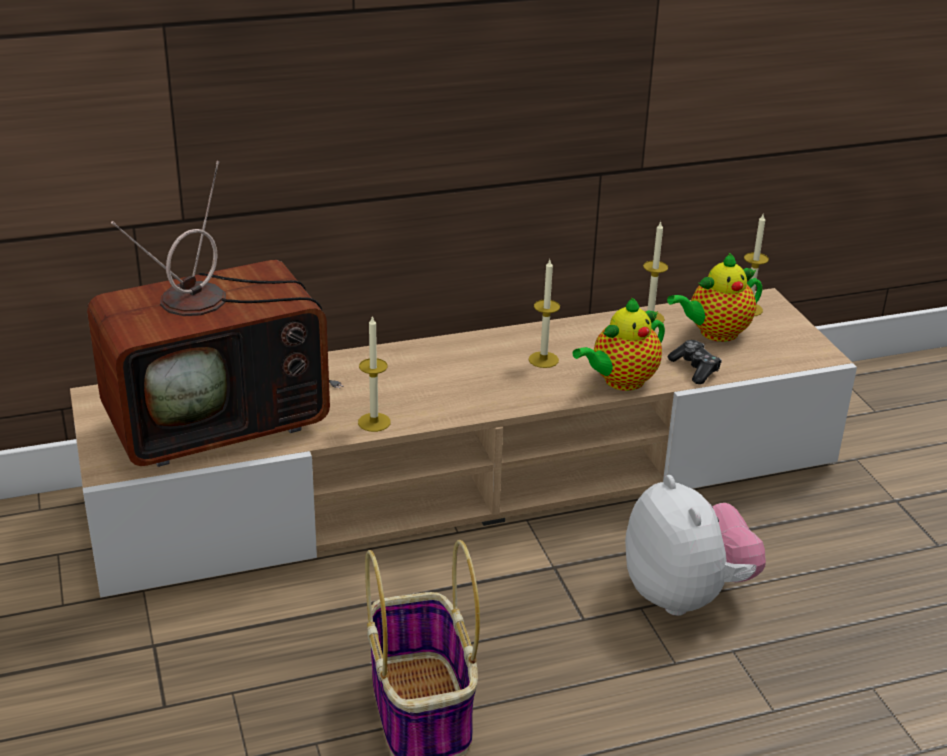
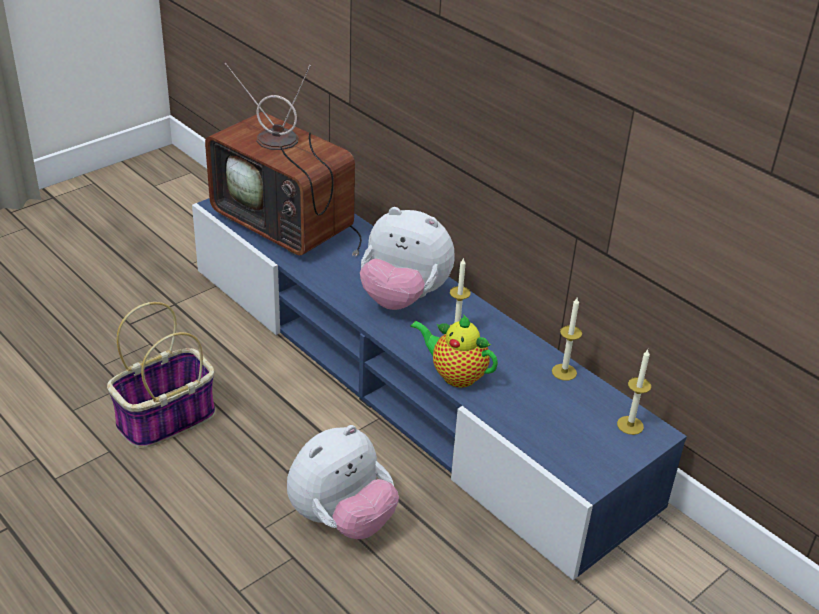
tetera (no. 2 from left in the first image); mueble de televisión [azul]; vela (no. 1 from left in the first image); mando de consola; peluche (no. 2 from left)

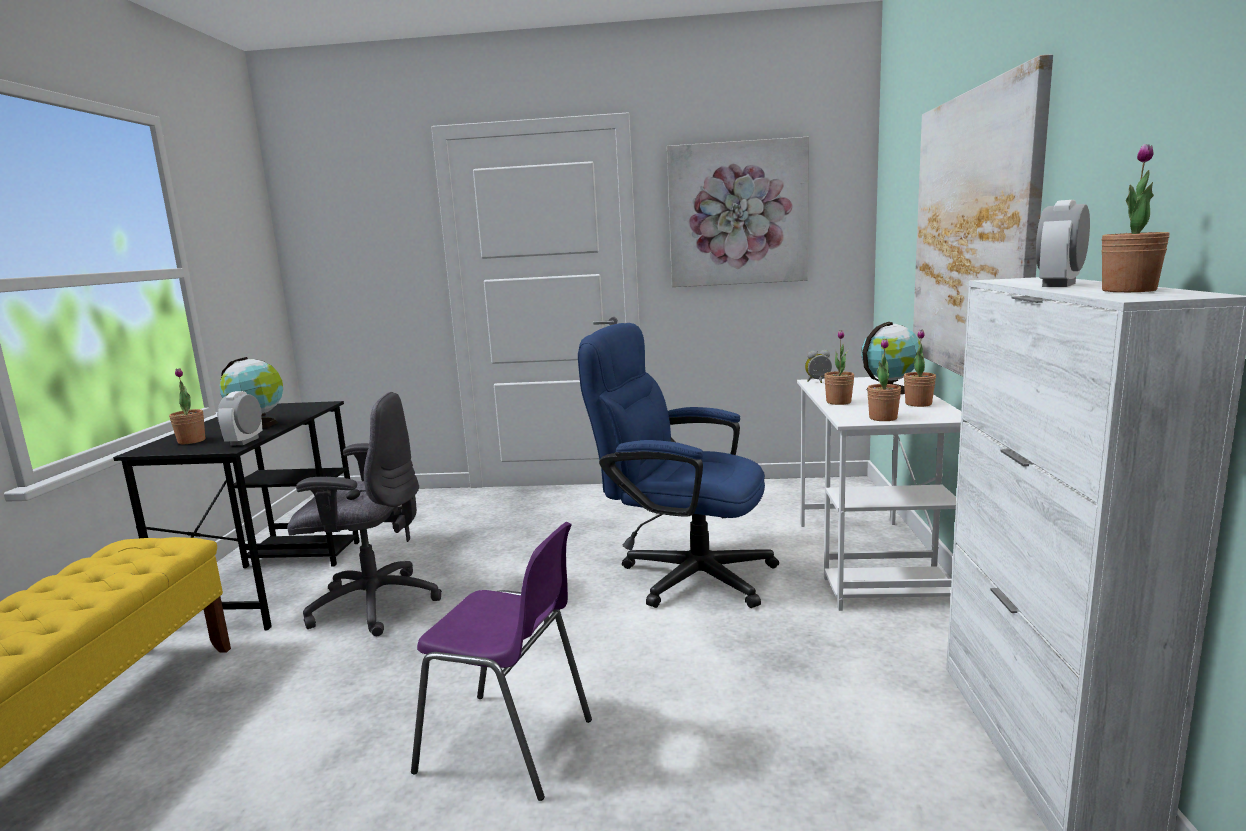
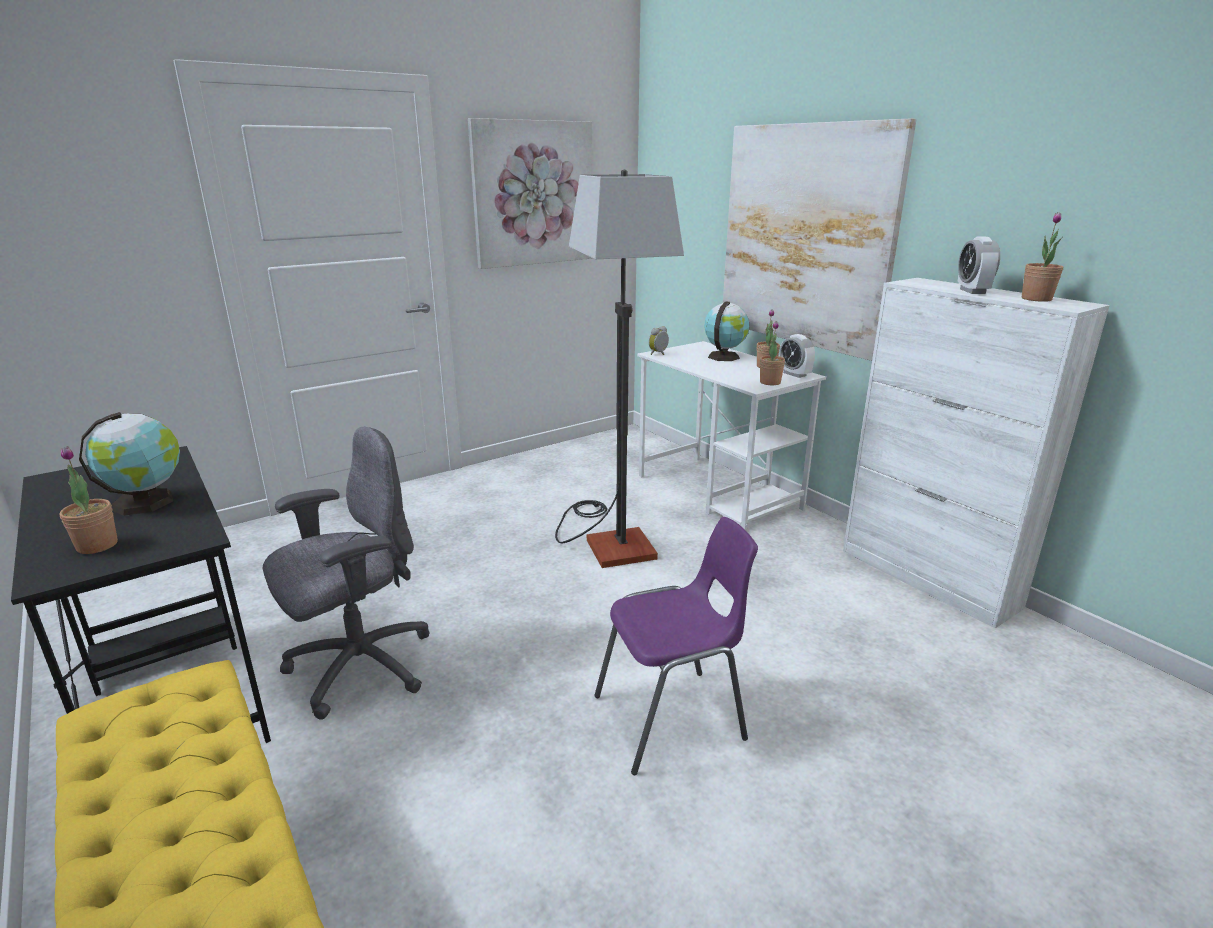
lámpara de pie; planta en maceta (no. 2 from left in the first image); despertador (no. 2 from left)

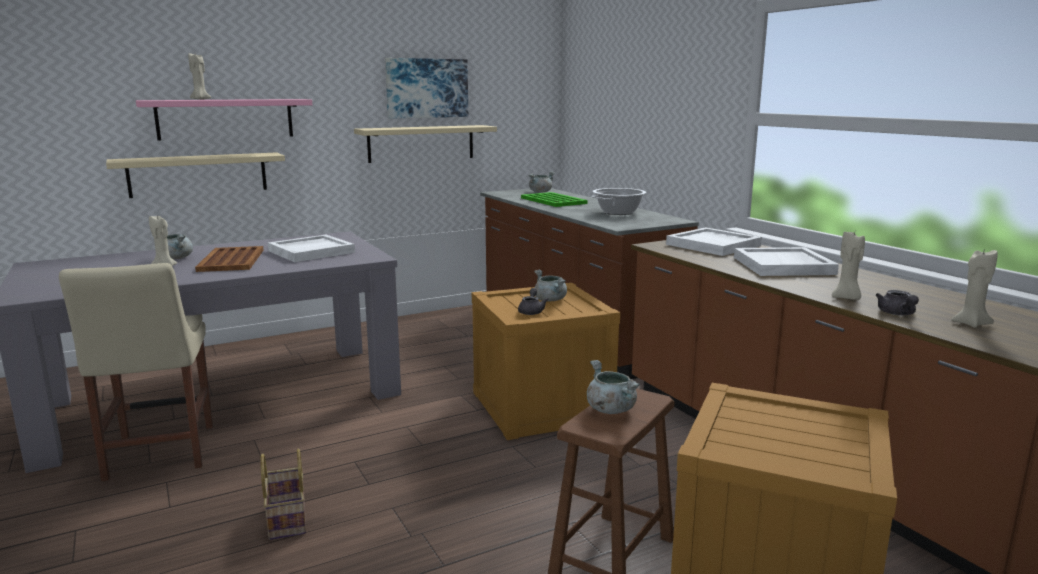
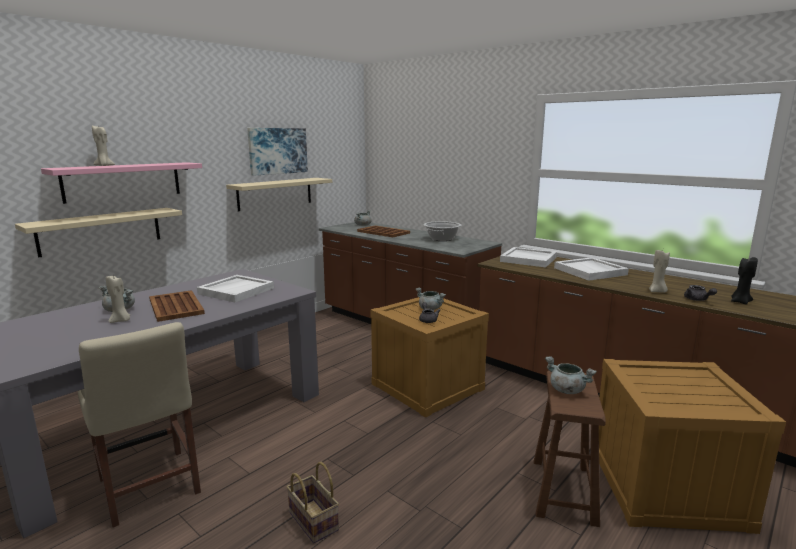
bandeja [marrón] (no. 2 from left); vela [negro]

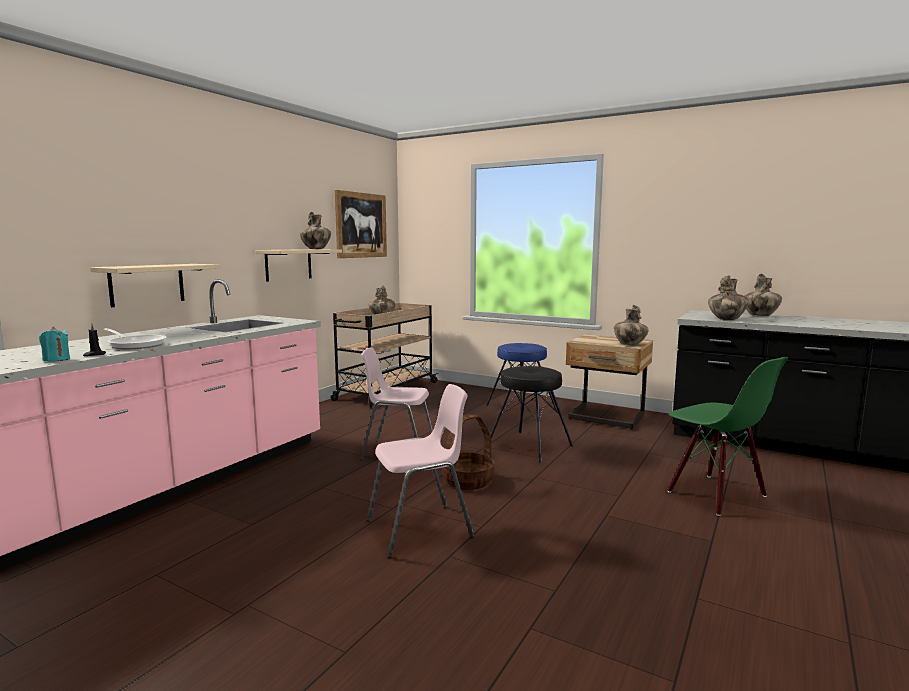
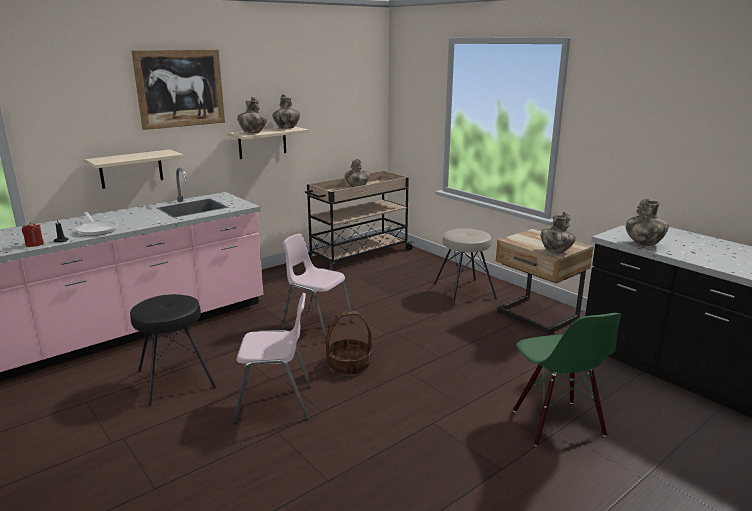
cuadro; florero (no. 1 from left); vela [rojo]; taburete [beis]; taburete [negro]

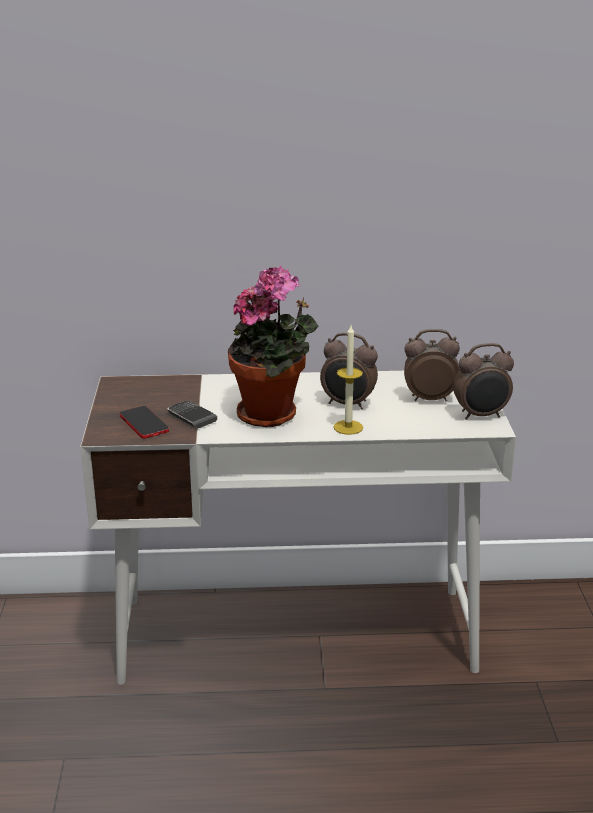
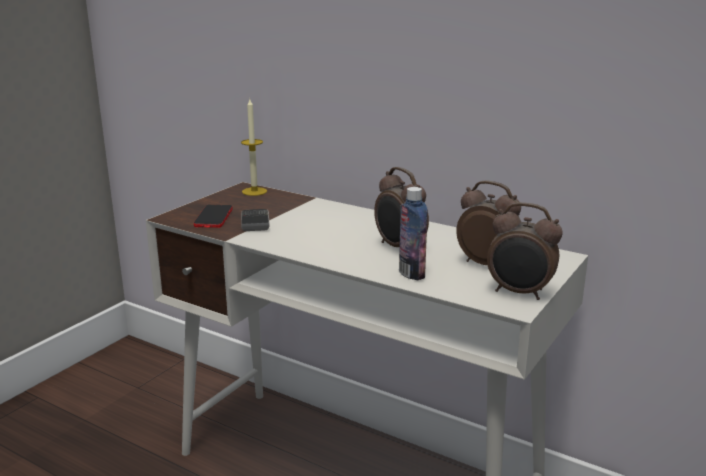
planta en maceta; vela; botella

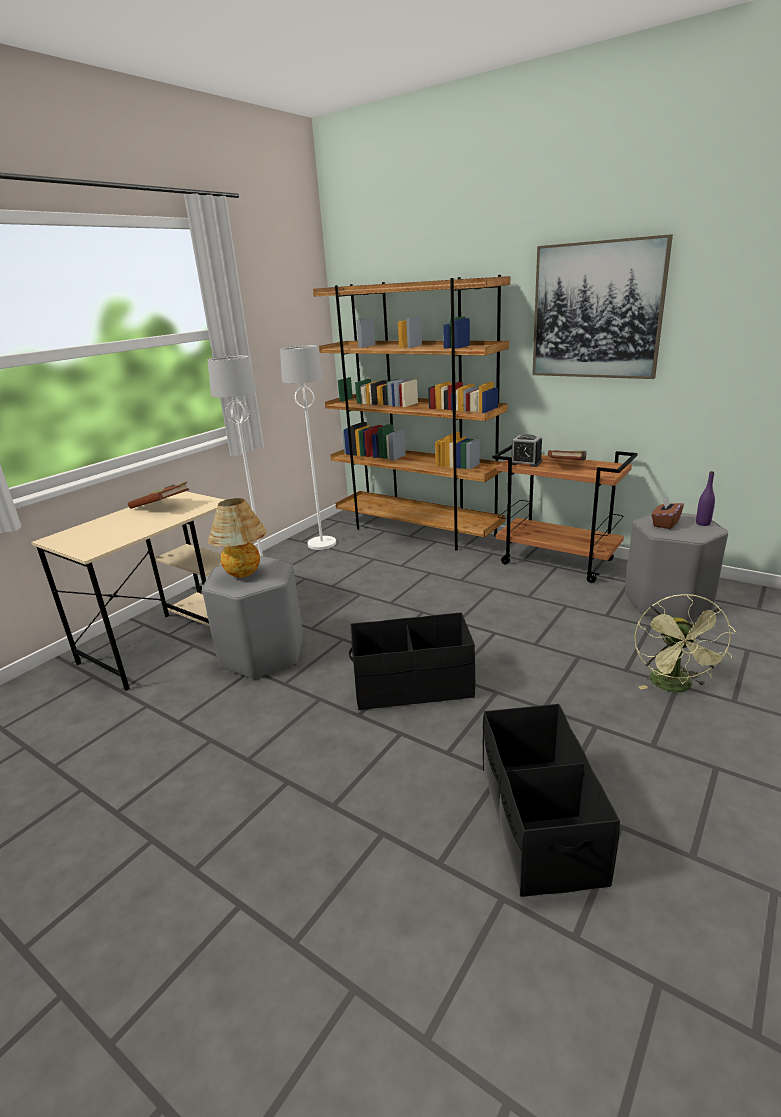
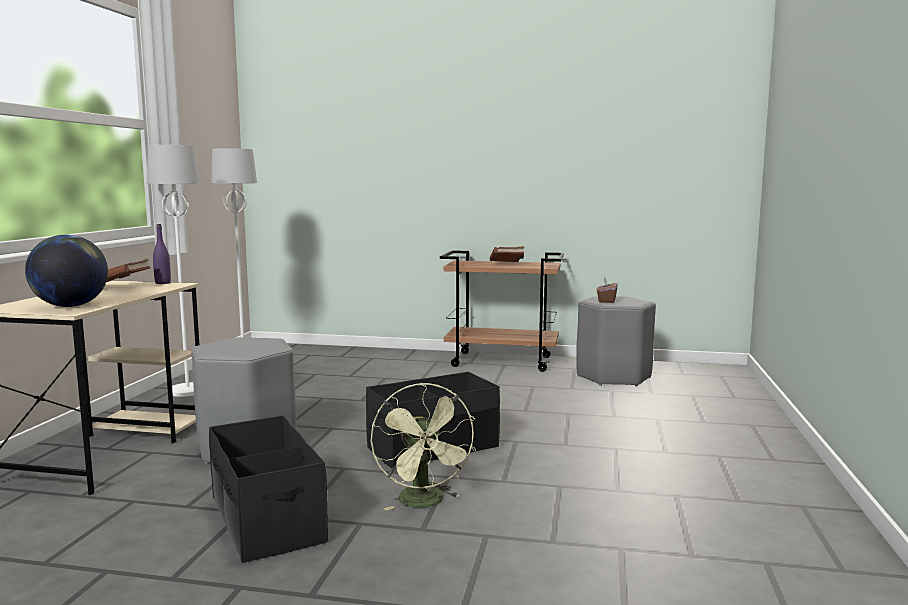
cuadro; estantería [marrón]; despertador; botella [morado]; lámpara de mesa; ventilador [verde]; caja de almacenaje [negro] (no. 1 from left); globo terráqueo

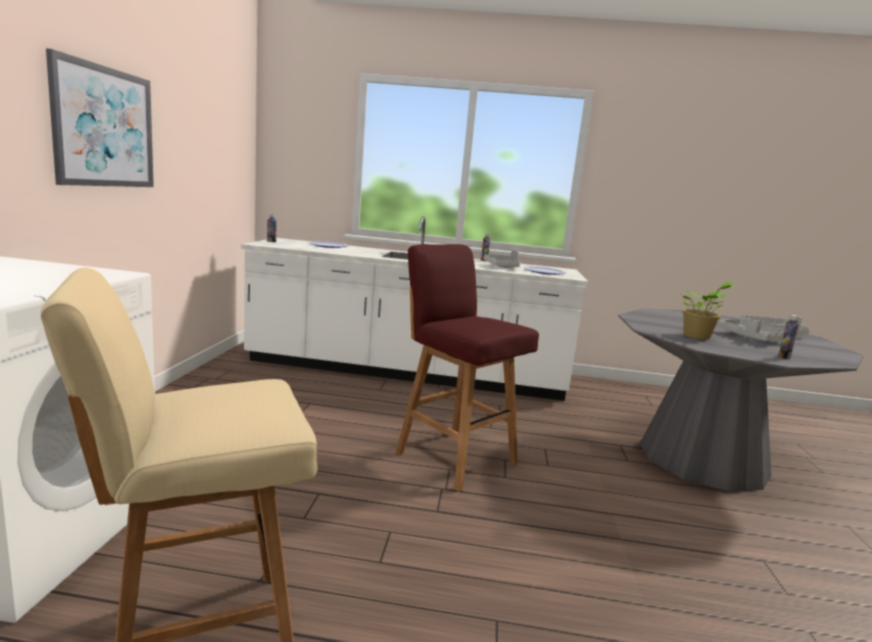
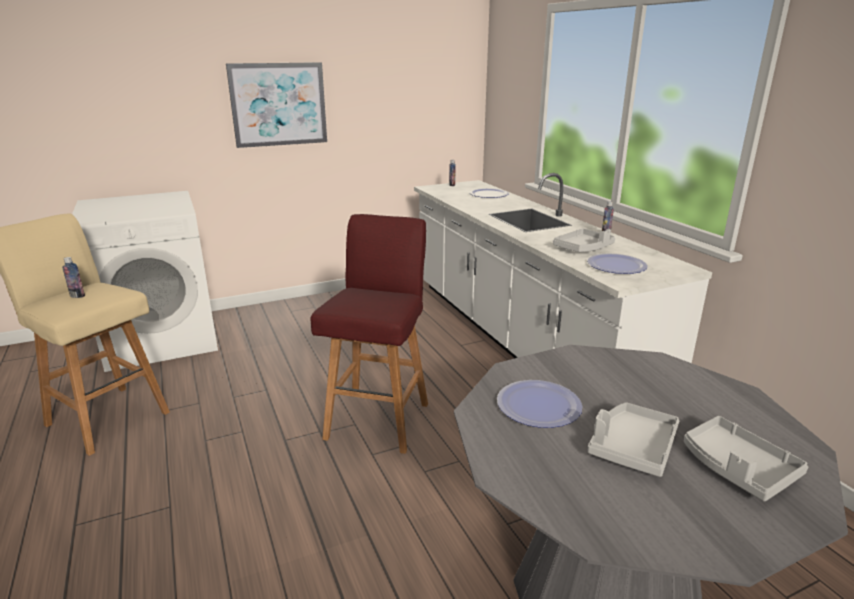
plato (no. 2 from left); botella (no. 1 from left)

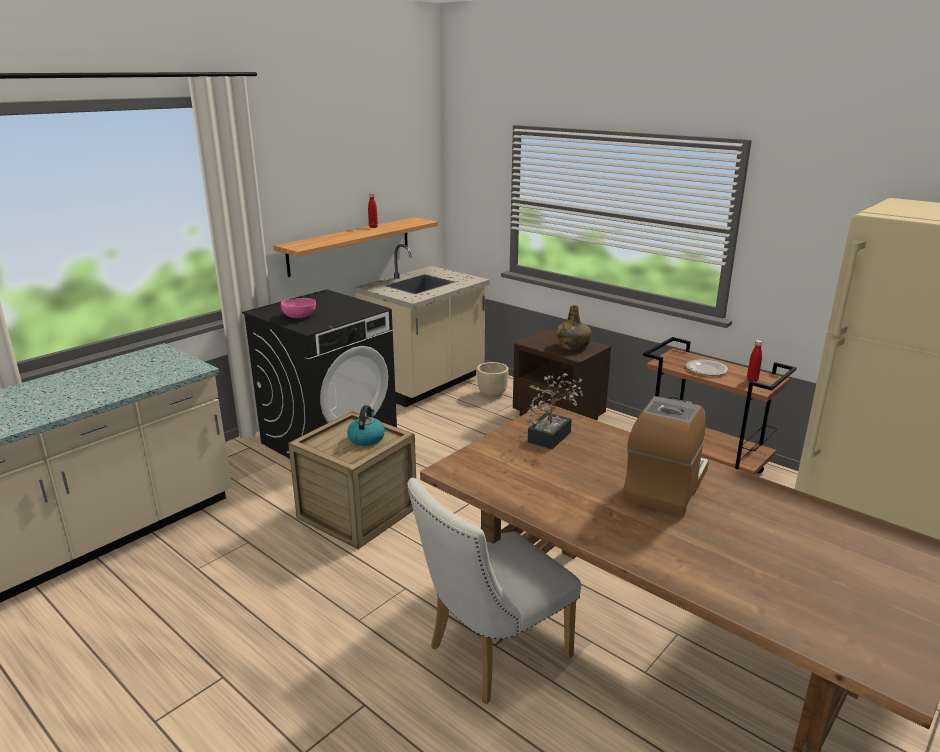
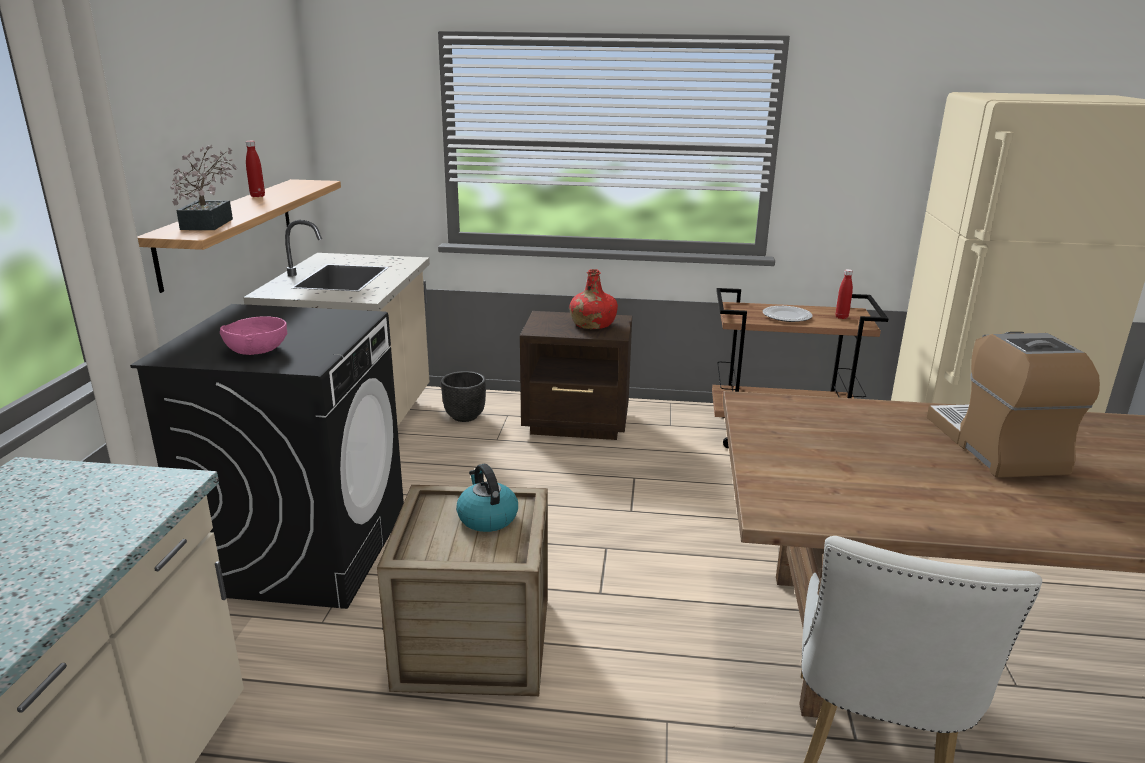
botella [rojo] (no. 2 from left); maceta [negro]; planta en maceta

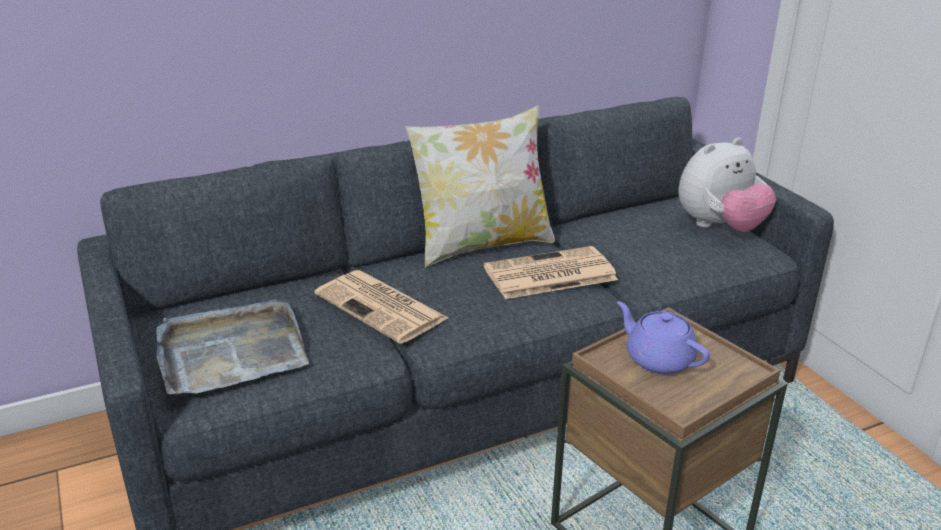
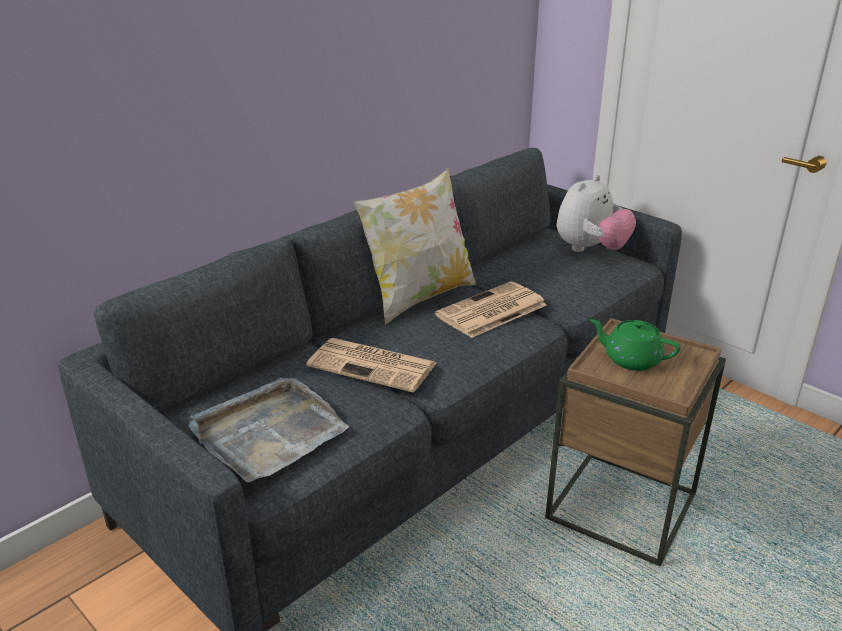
tetera [verde]

